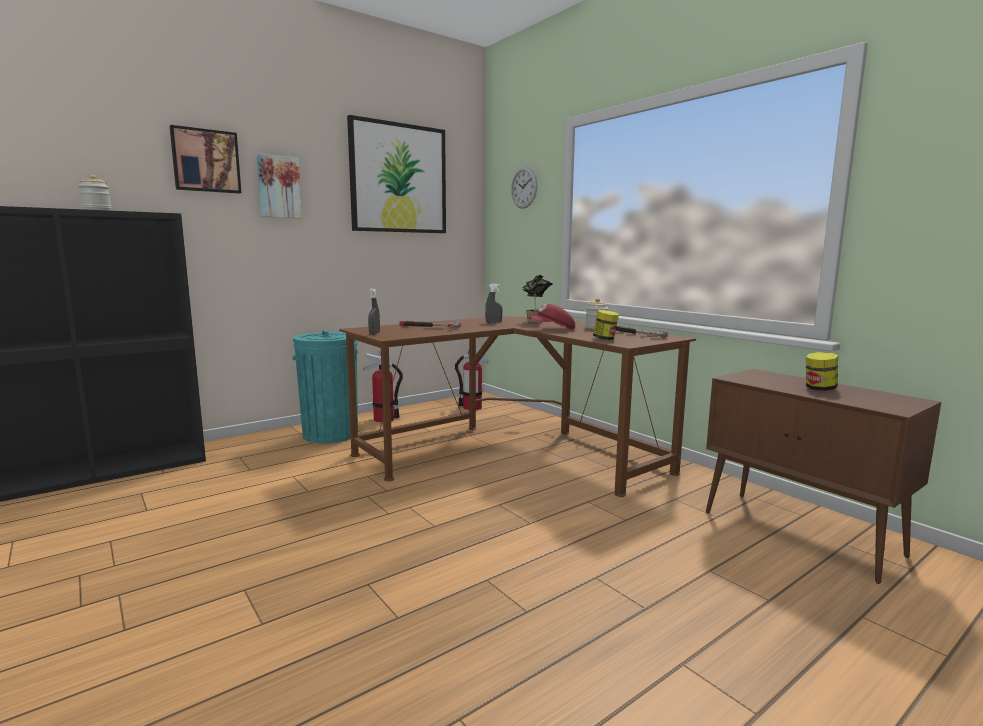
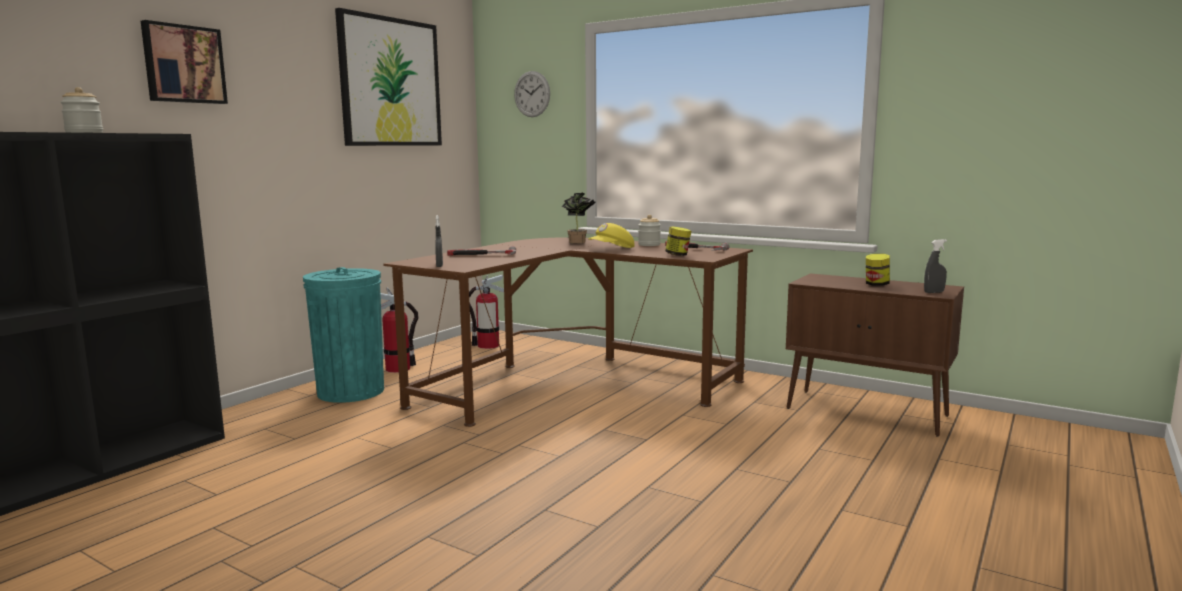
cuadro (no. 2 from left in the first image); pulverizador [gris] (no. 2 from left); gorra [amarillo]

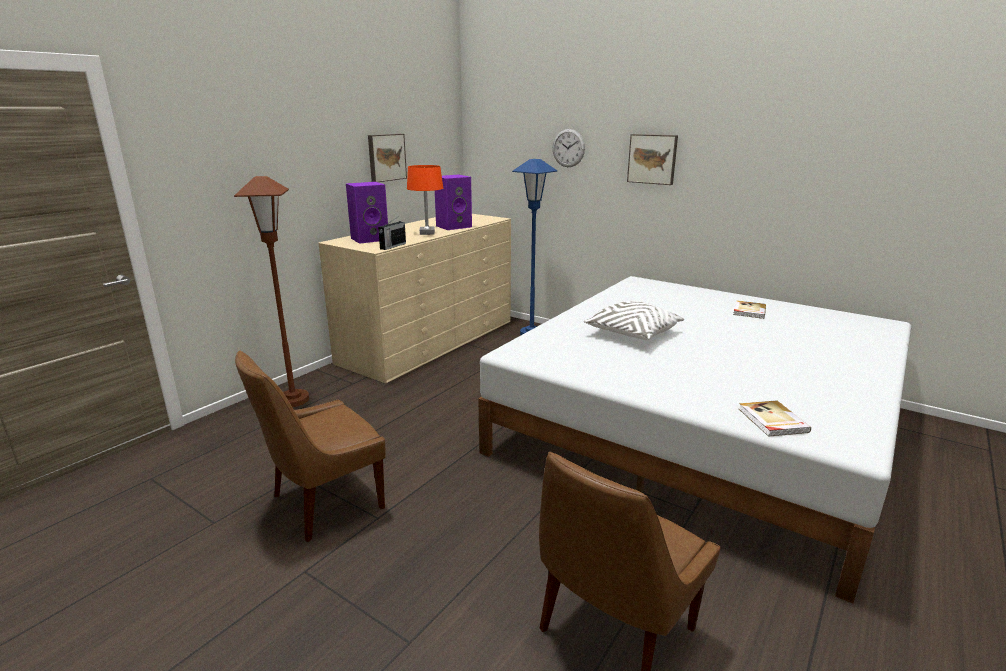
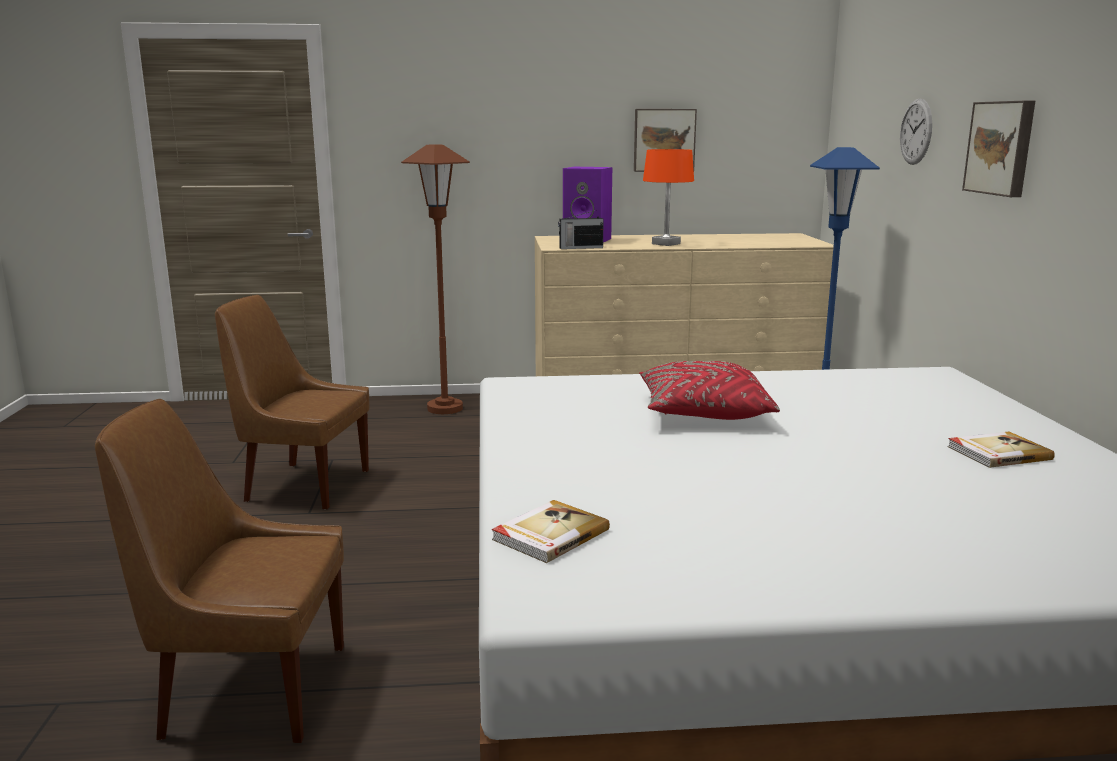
altavoz [morado] (no. 2 from left in the first image); cojín [rojo]

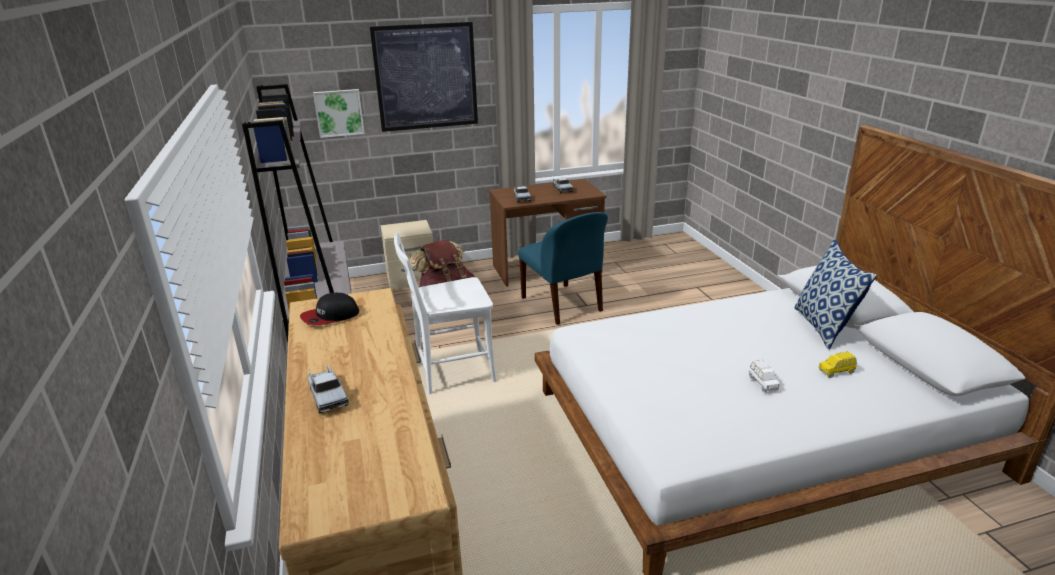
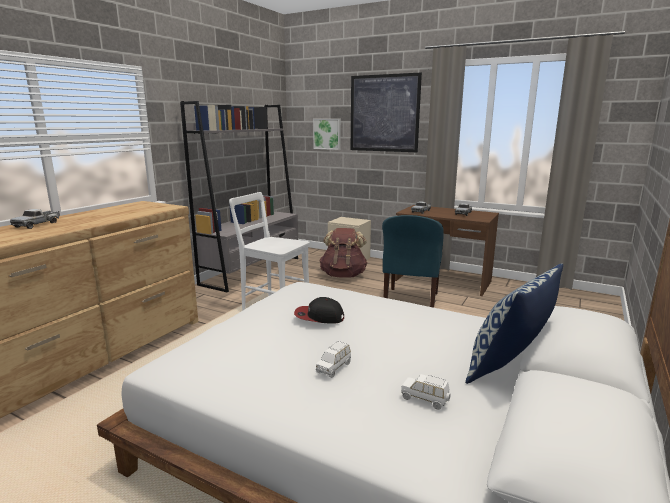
gorra; coche de juguete [blanco] (no. 2 from left)

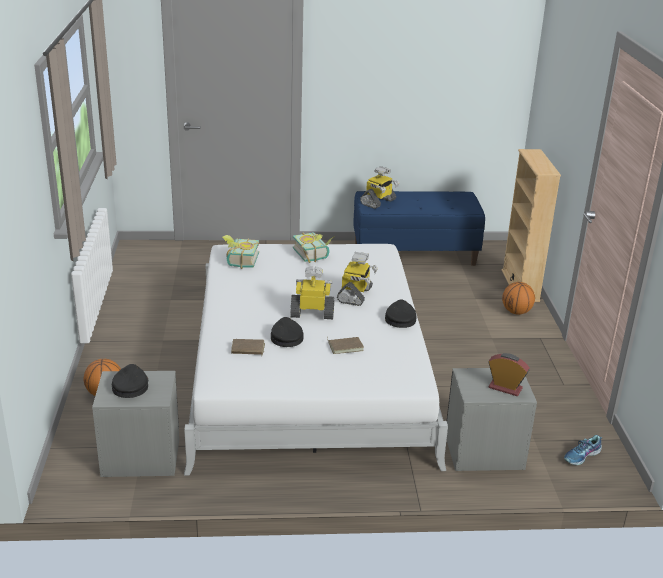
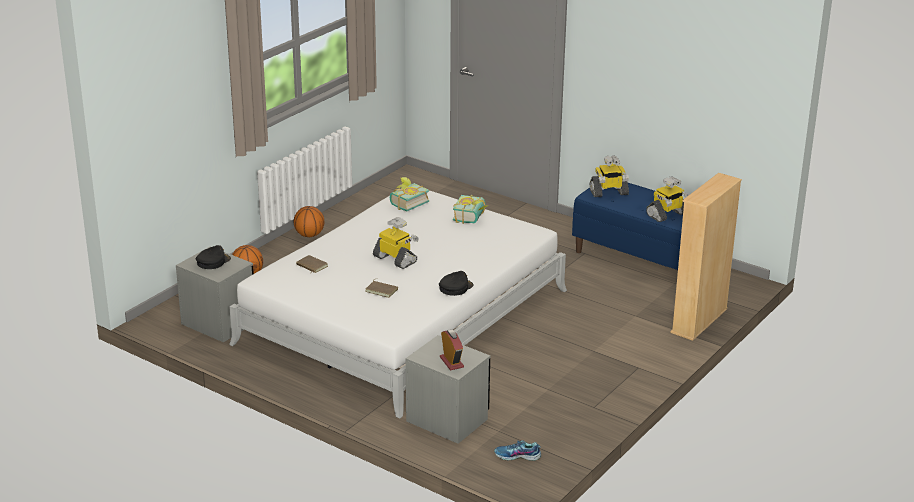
robot de juguete (no. 3 from left); balón de baloncesto (no. 2 from left); gorra [negro] (no. 2 from left in the first image)

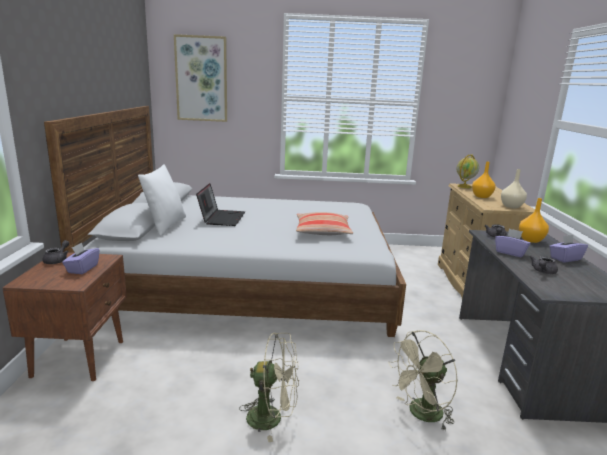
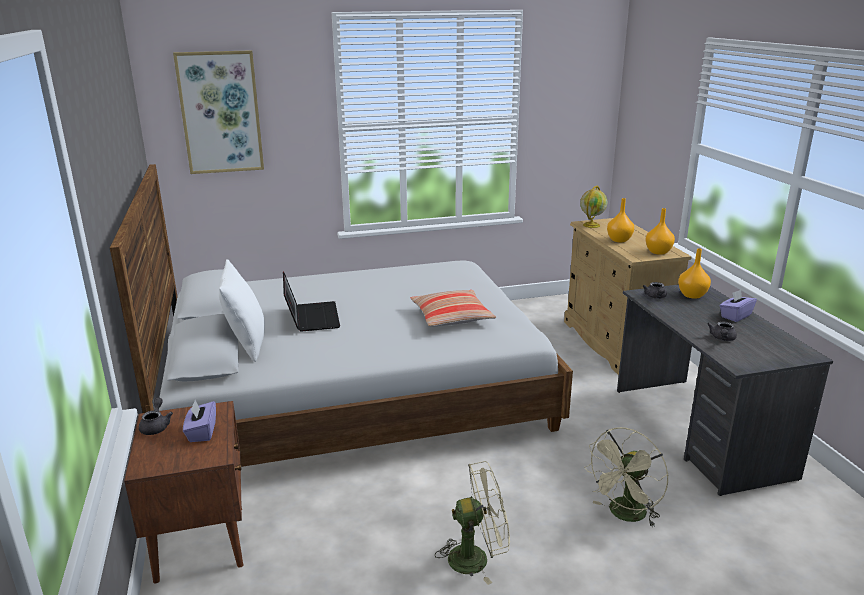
florero [naranja] (no. 2 from left); caja de pañuelos [morado] (no. 2 from left in the first image)

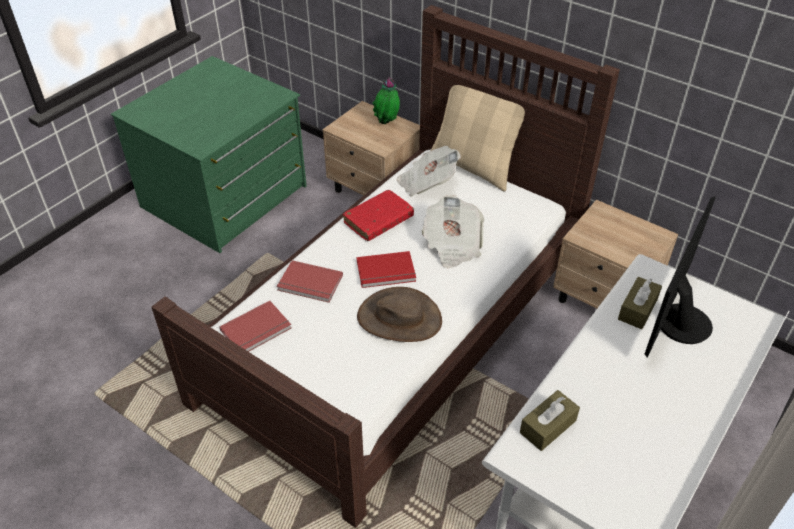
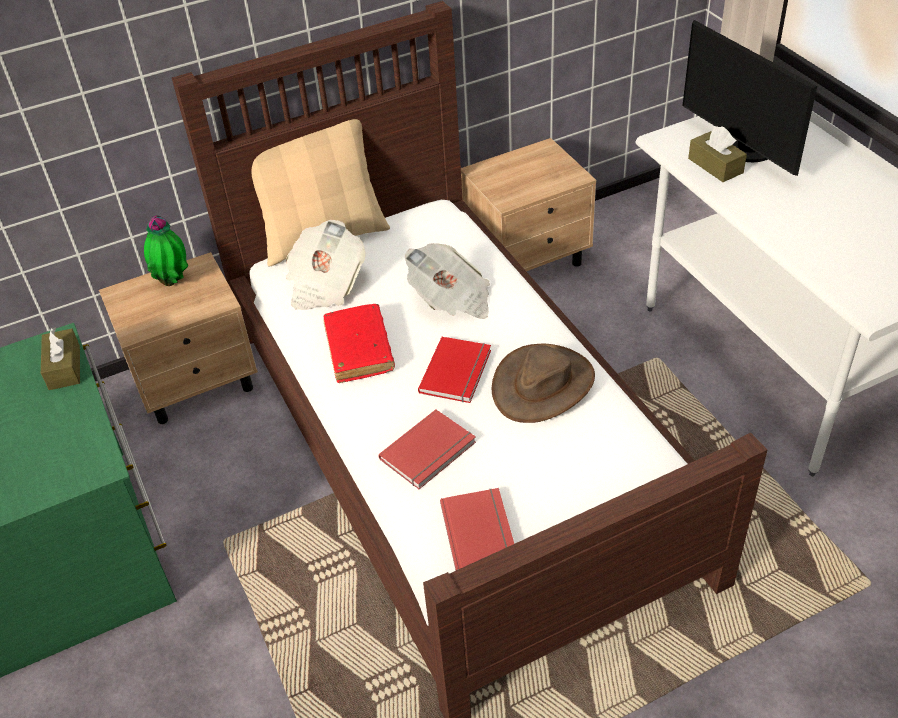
caja de pañuelos [marrón] (no. 1 from left)

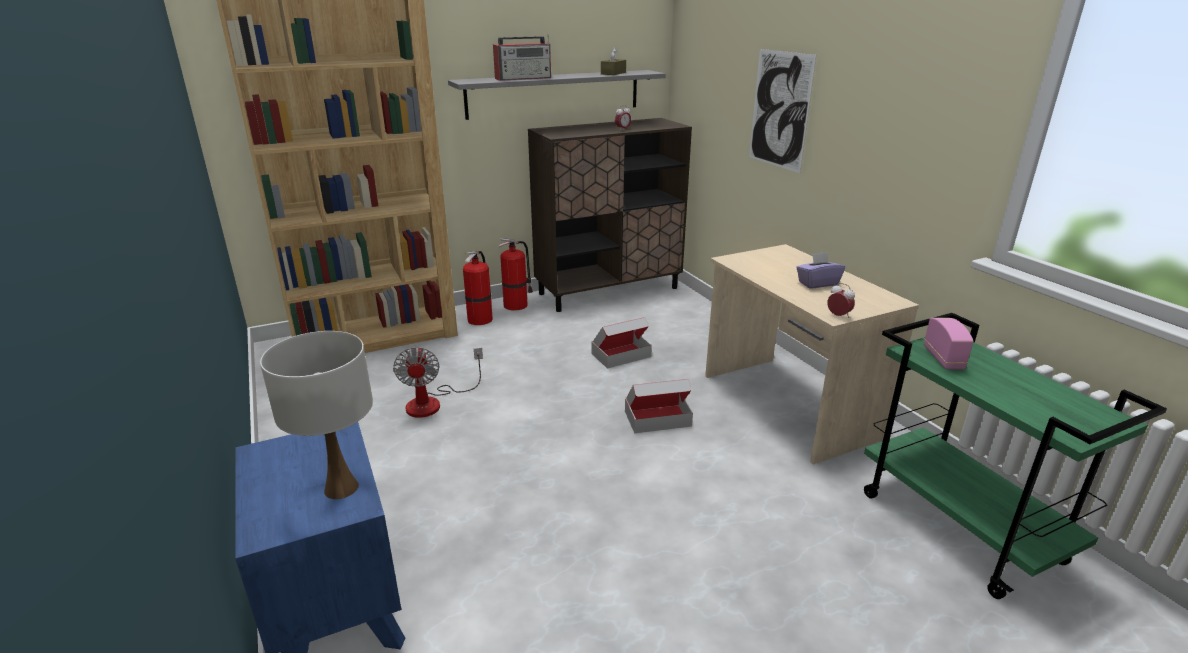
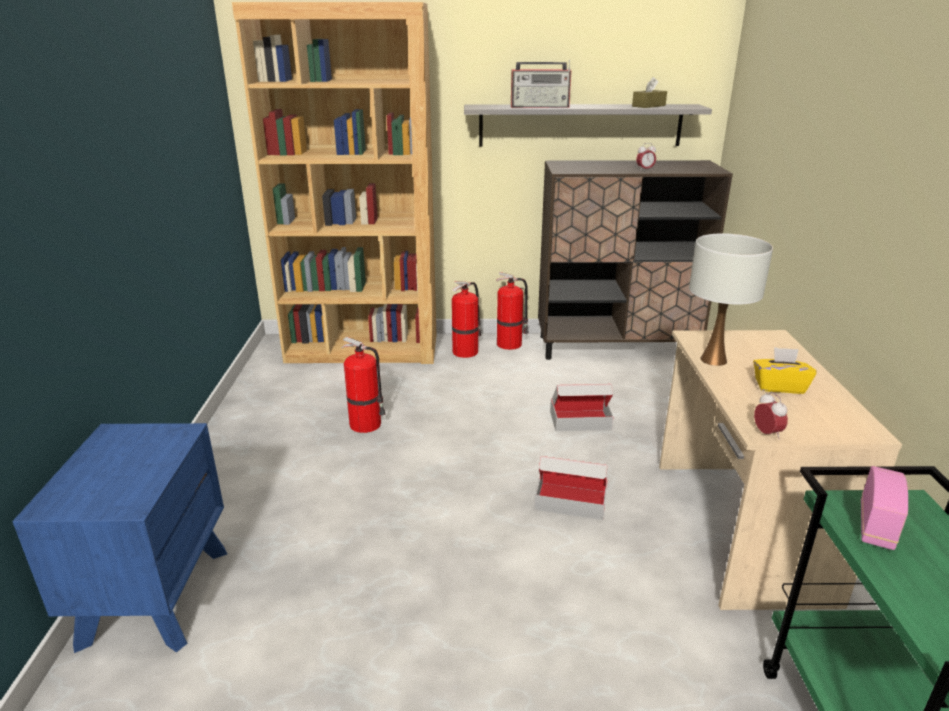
cuadro; caja de pañuelos [amarillo]; lámpara de mesa [blanco]; extintor (no. 1 from left)

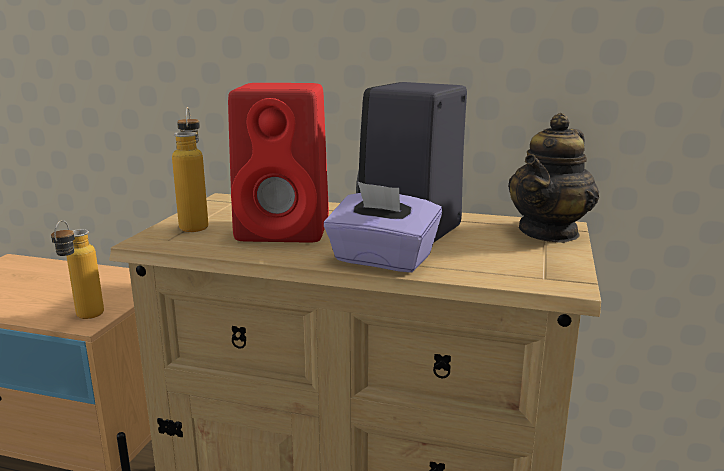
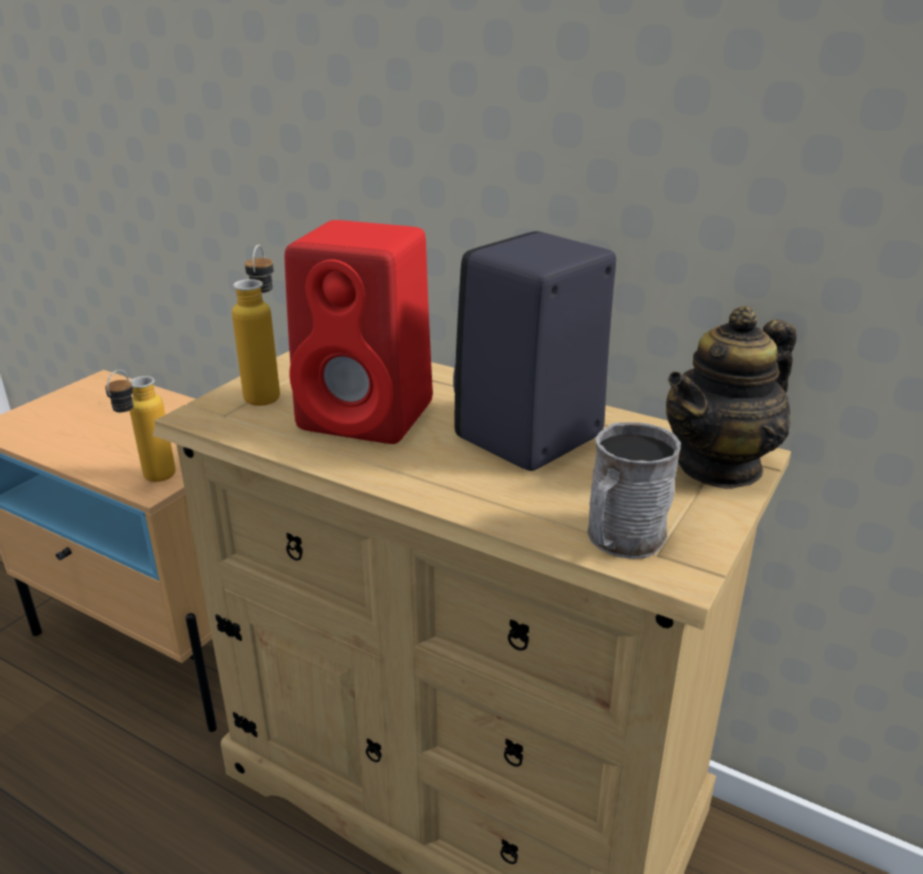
caja de pañuelos [morado]; taza grande [gris]

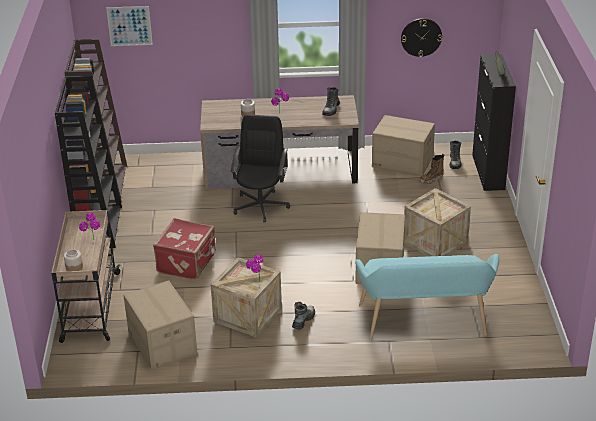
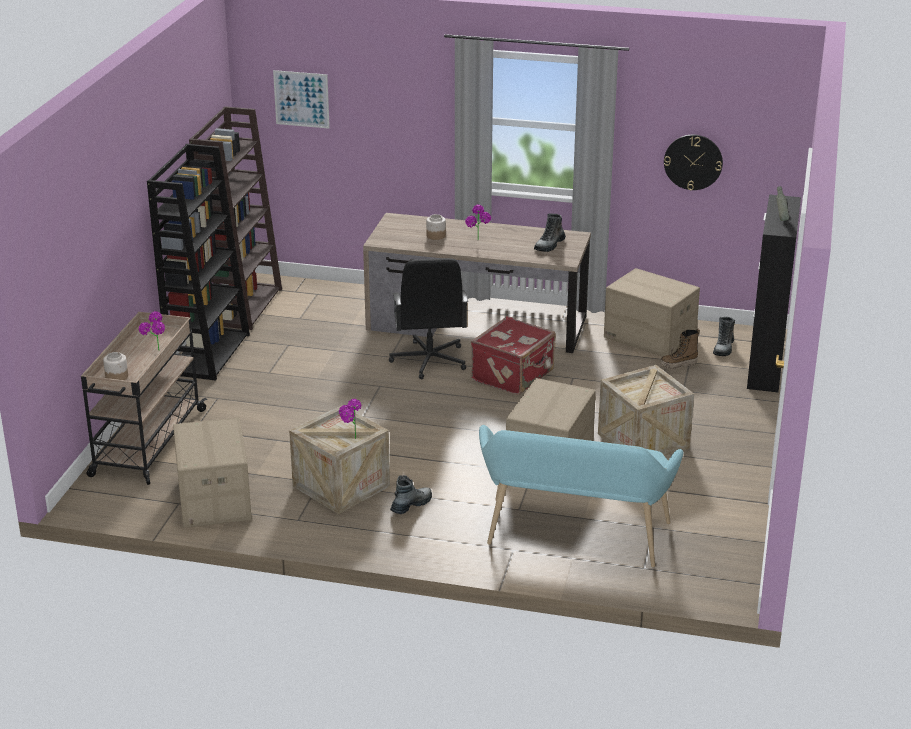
silla de oficina [negro]; maleta [rojo]

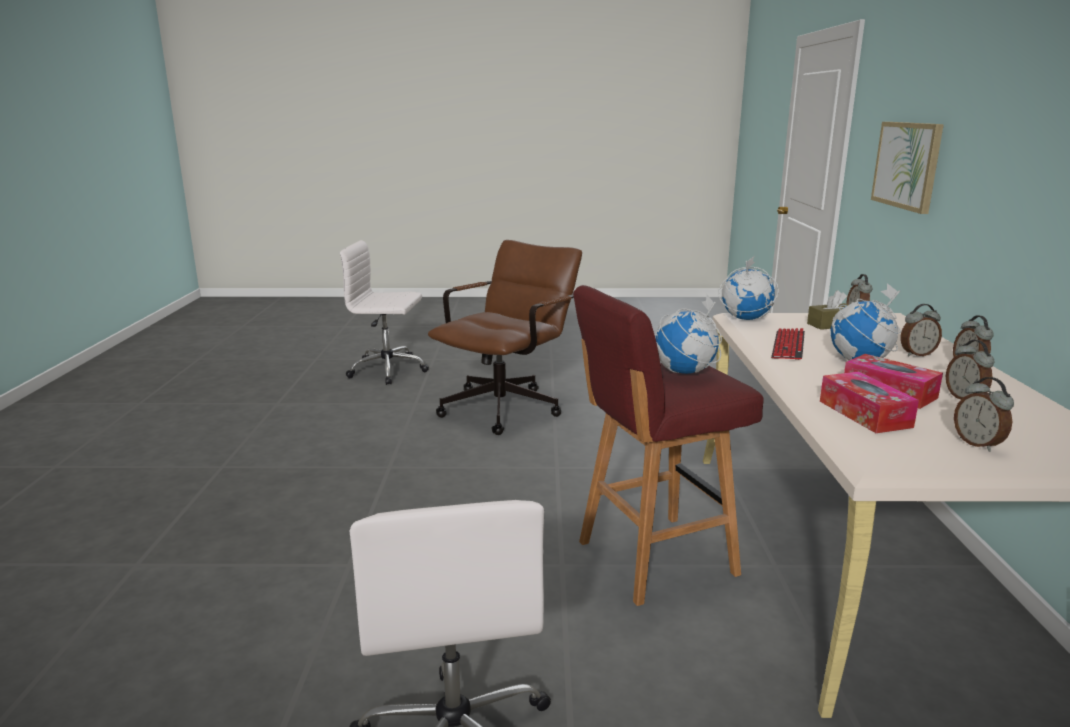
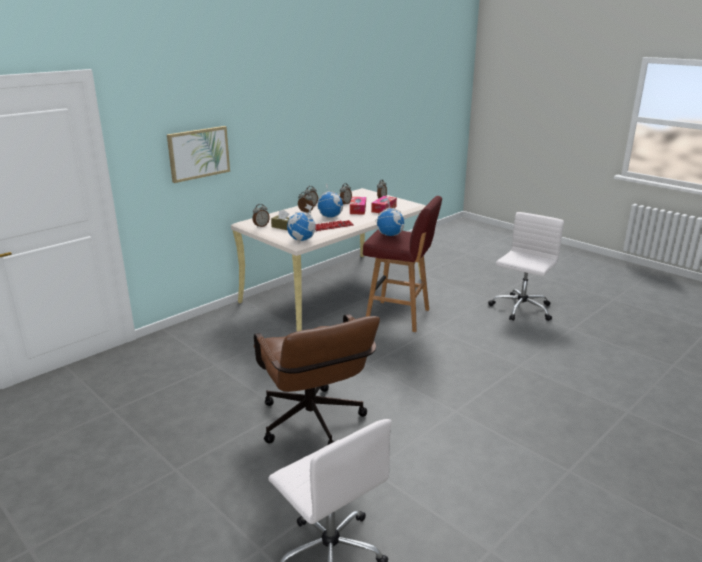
silla de oficina [marrón]

